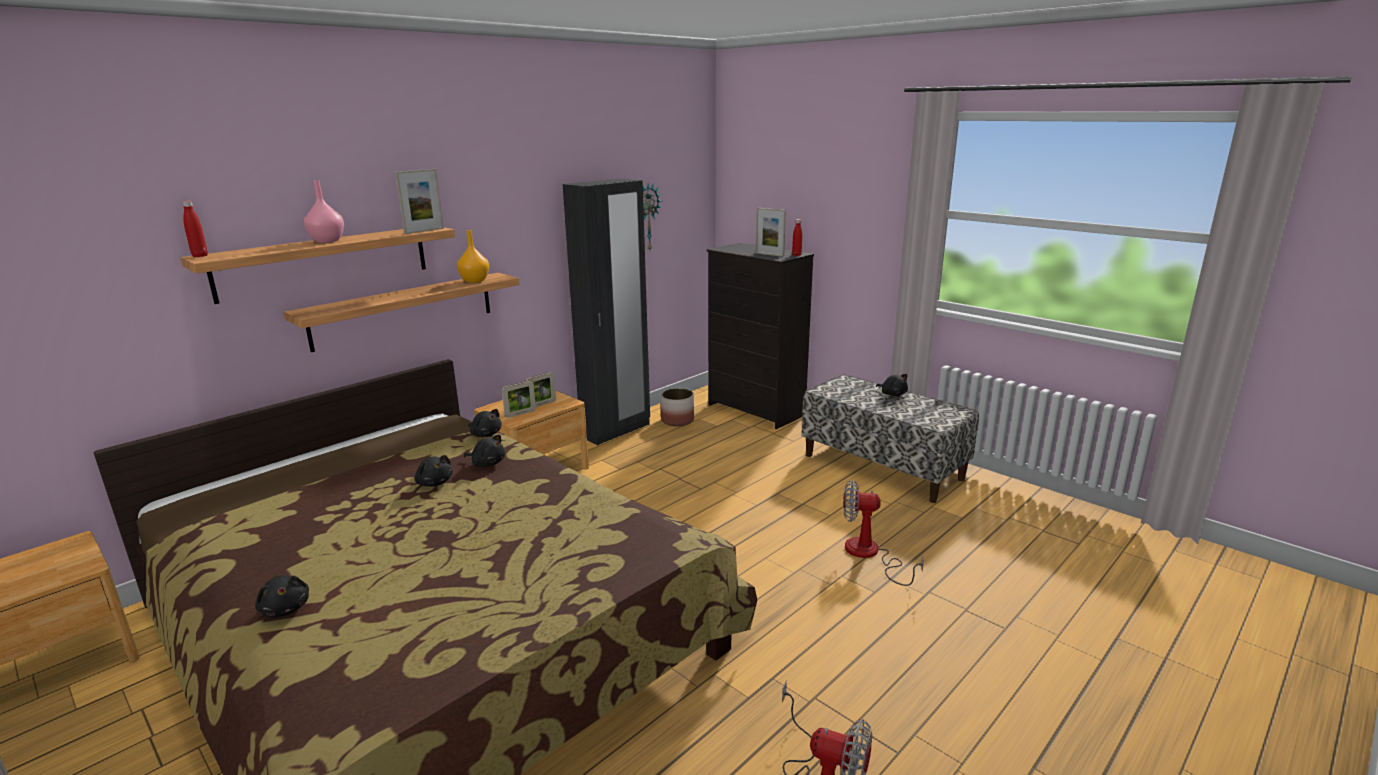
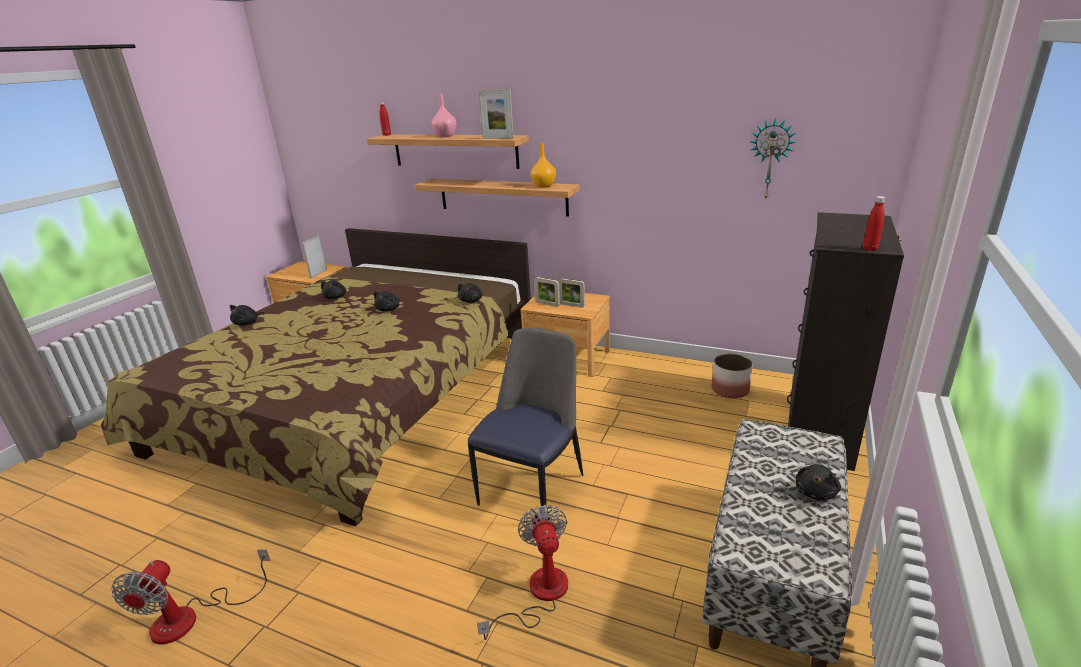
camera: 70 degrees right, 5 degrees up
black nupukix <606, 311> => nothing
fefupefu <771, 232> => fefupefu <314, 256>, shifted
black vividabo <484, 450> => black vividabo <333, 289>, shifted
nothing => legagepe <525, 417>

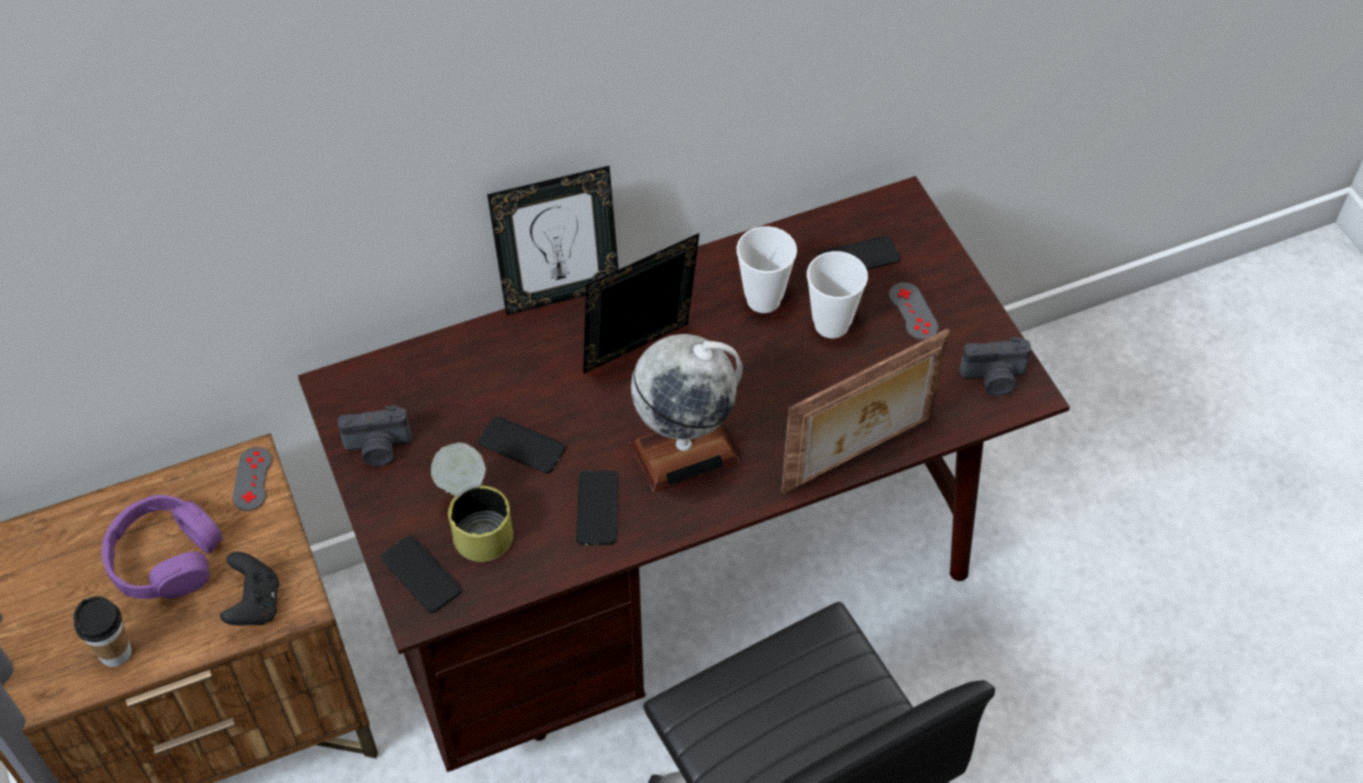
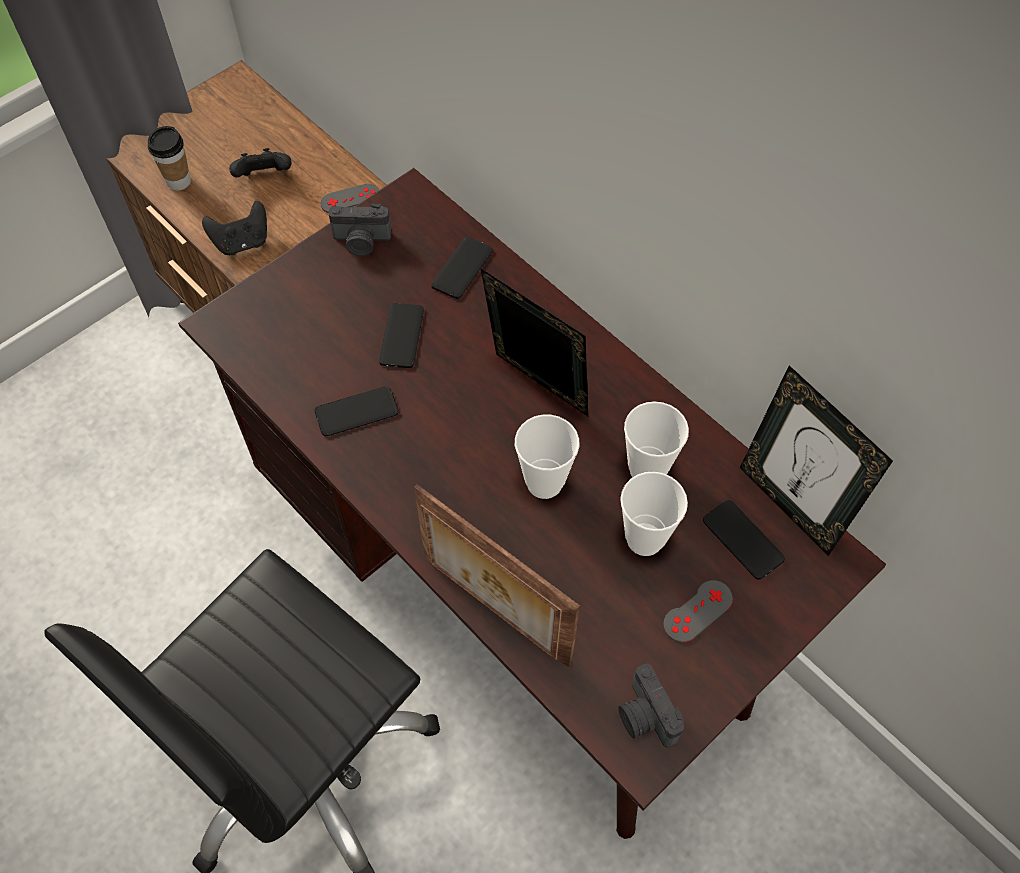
camera: 70 degrees right, 5 degrees up
fefupefu <553, 240> => fefupefu <816, 460>, shifted
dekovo <686, 413> => nothing
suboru <374, 435> => suboru <360, 229>, 60 degrees counterclockwise
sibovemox <472, 502> => nothing
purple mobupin <162, 547> => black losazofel <260, 163>
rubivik <421, 574> => rubivik <462, 268>, shifted
nothing => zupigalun <547, 457>

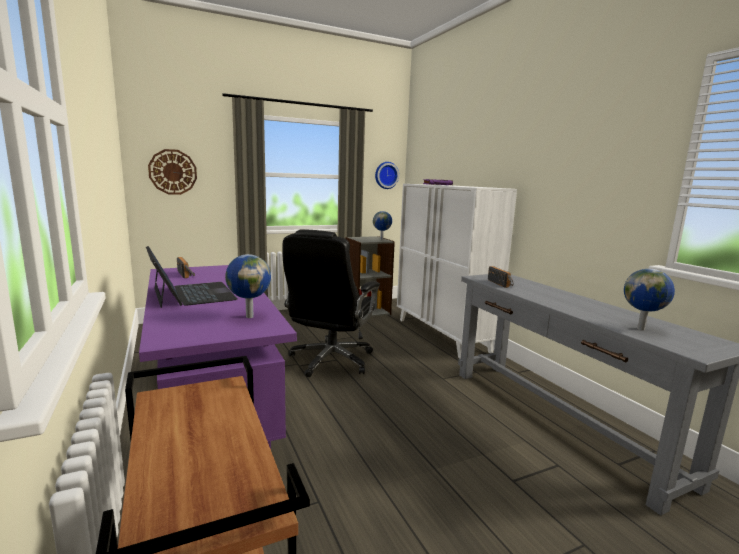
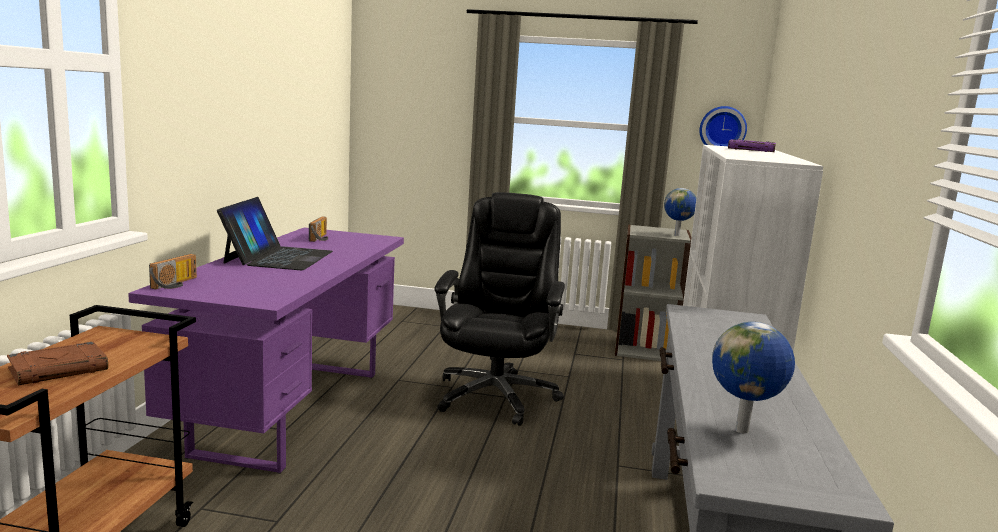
camera: 35 degrees right, 0 degrees up
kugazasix <172, 172> => nothing
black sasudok <331, 303> => black sasudok <499, 309>, 135 degrees clockwise
dekovo <248, 286> => nothing
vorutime <501, 277> => vorutime <173, 271>, shifted
nothing => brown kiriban <57, 363>

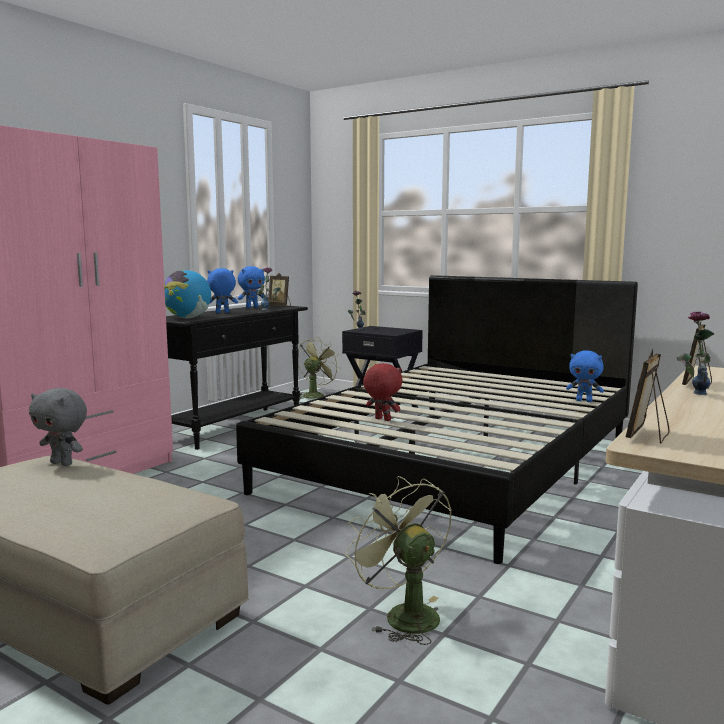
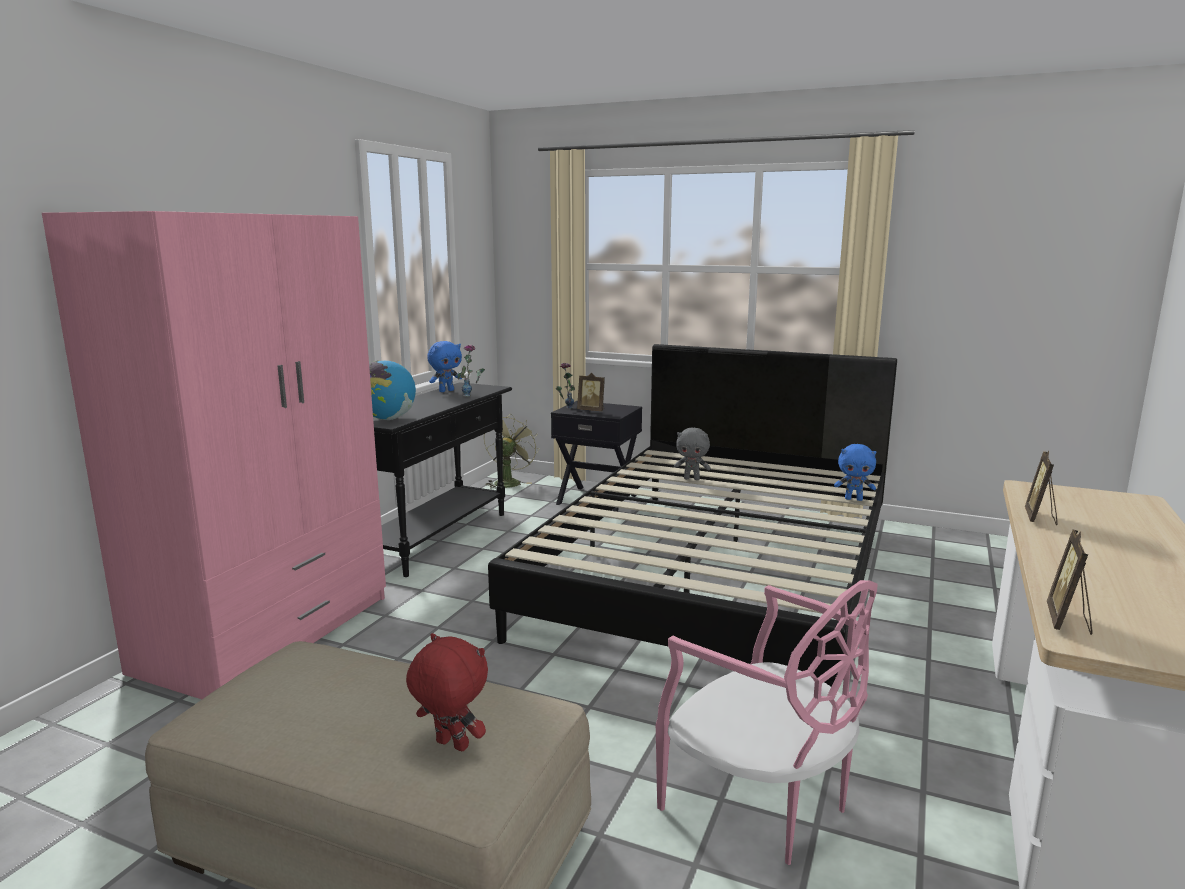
camera: 10 degrees left, 5 degrees up
blue vividabo <222, 290> => nothing
fefupefu <279, 289> => fefupefu <591, 392>, shifted
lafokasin <695, 353> => nothing
red vividabo <382, 392> => red vividabo <447, 692>, shifted
grey vividabo <58, 427> => grey vividabo <692, 454>, shifted
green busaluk <399, 560> => pink legagepe <766, 722>

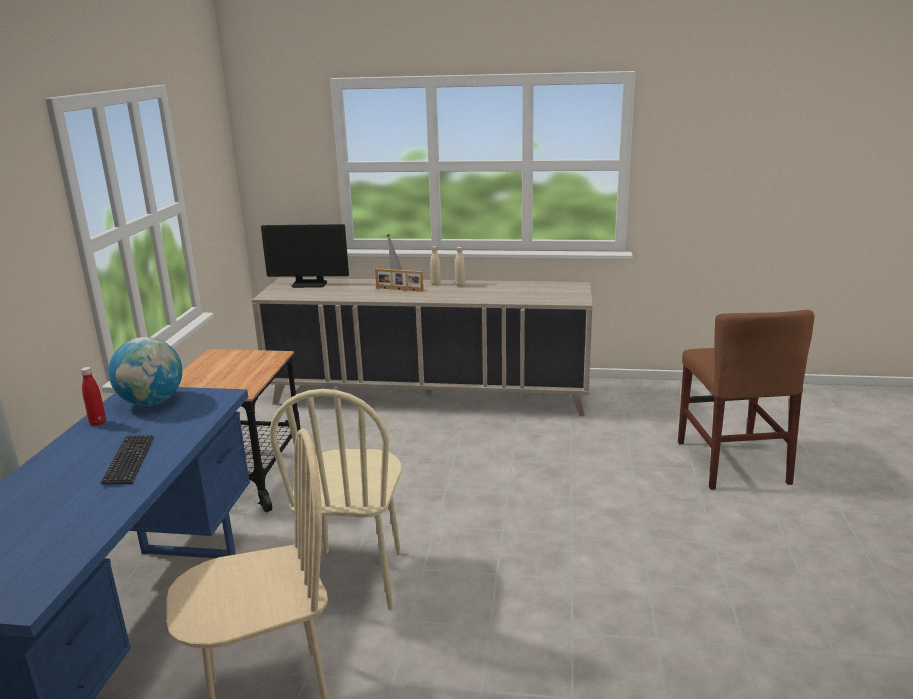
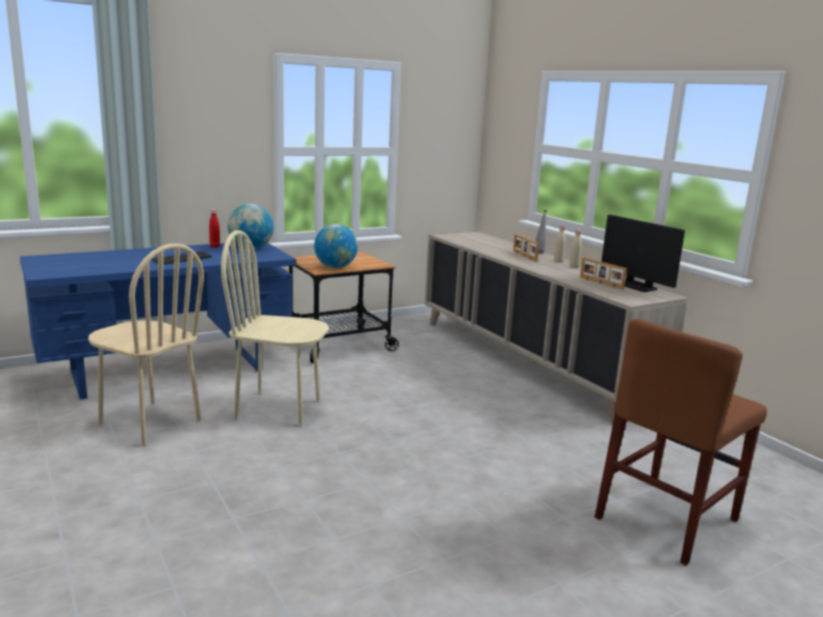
camera: 50 degrees right, 5 degrees down
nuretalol <305, 256> => nuretalol <643, 253>, shifted
beige legagepe <336, 499> => beige legagepe <275, 328>, 45 degrees clockwise
nothing => dekovo <336, 246>
nothing => fefupefu <603, 273>

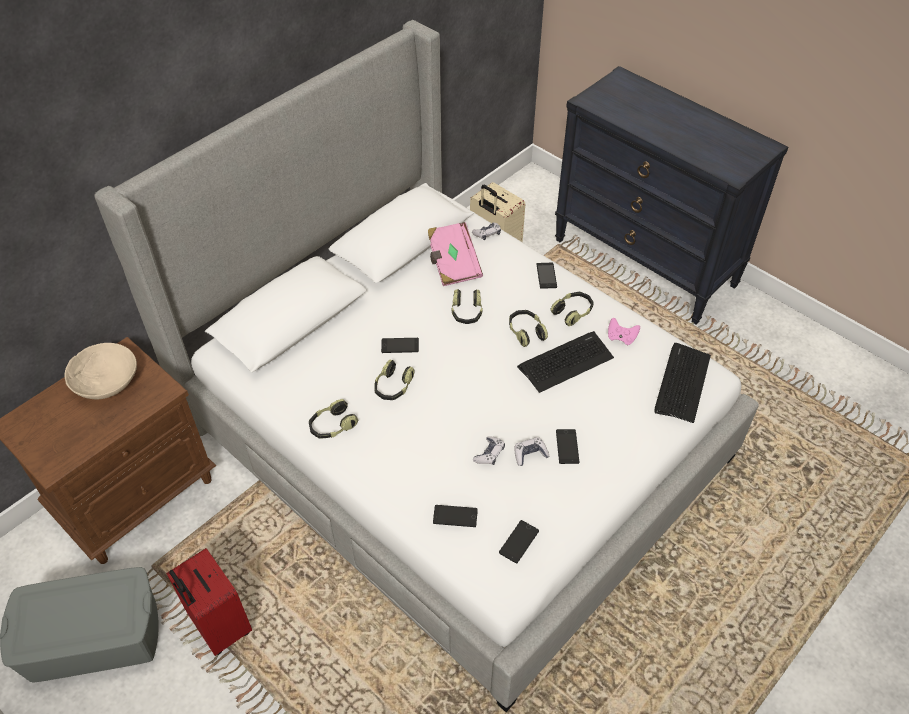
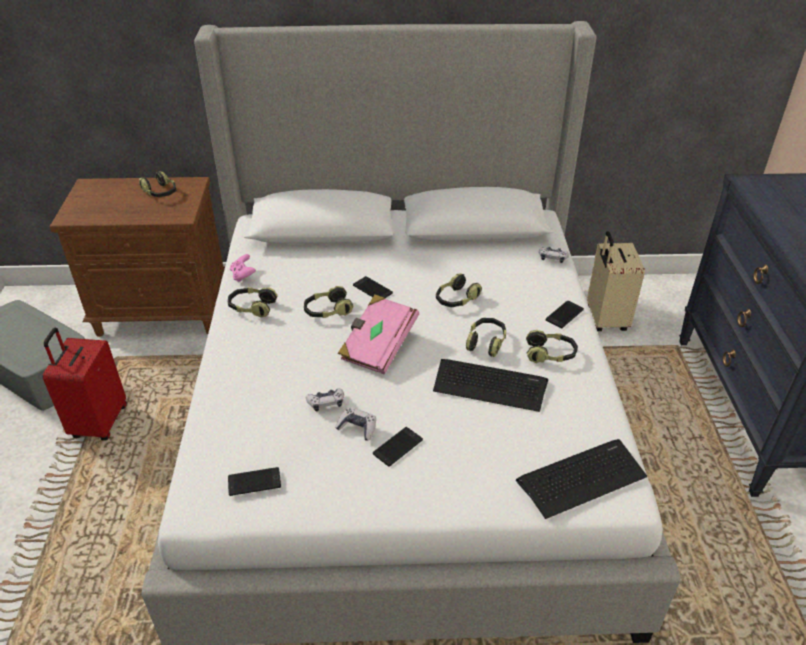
camera: 45 degrees right, 10 degrees down
pink kiriban <455, 254> => pink kiriban <378, 334>, shifted
pink losazofel <624, 331> => pink losazofel <243, 268>, shifted
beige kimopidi <101, 371> => mobupin <157, 184>
rubivik <455, 516> => nothing

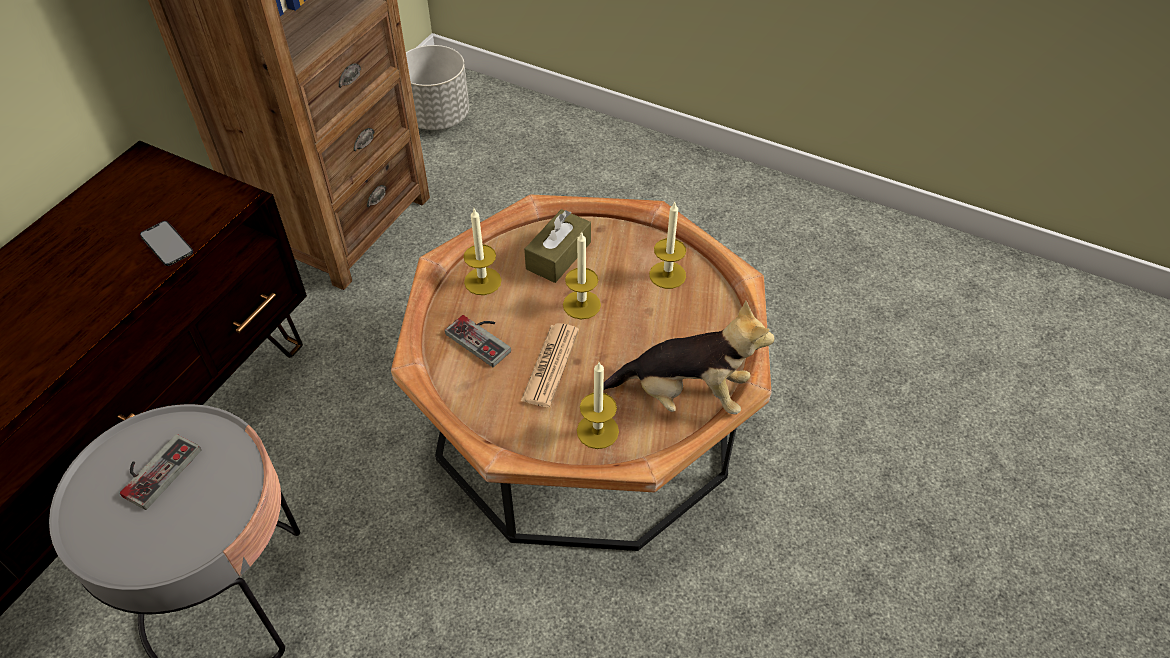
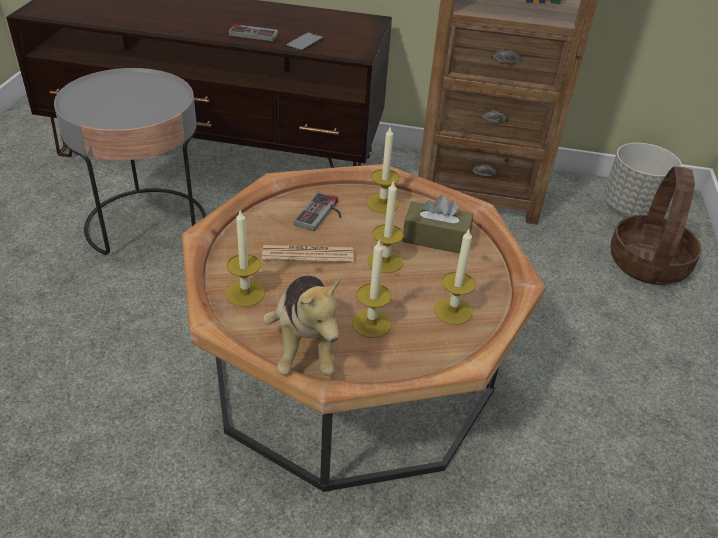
camera: 70 degrees right, 10 degrees down
losazofel <160, 472> => losazofel <253, 32>, shifted
nothing => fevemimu <656, 226>
nothing => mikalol <371, 288>

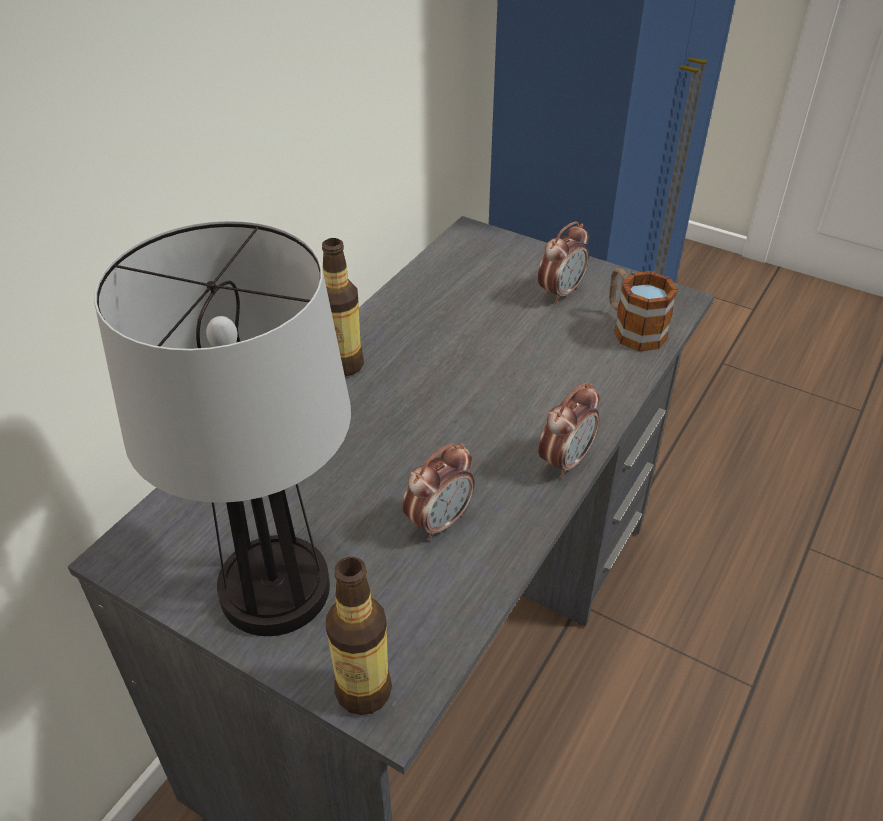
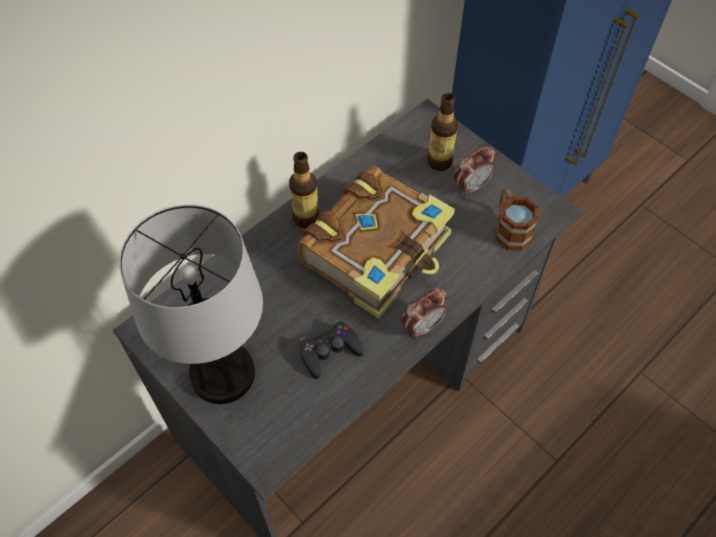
camera: 15 degrees right, 15 degrees up
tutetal <438, 492> => black losazofel <332, 349>
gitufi <359, 636> => gitufi <442, 132>, shifted
nothing => kiriban <376, 242>

